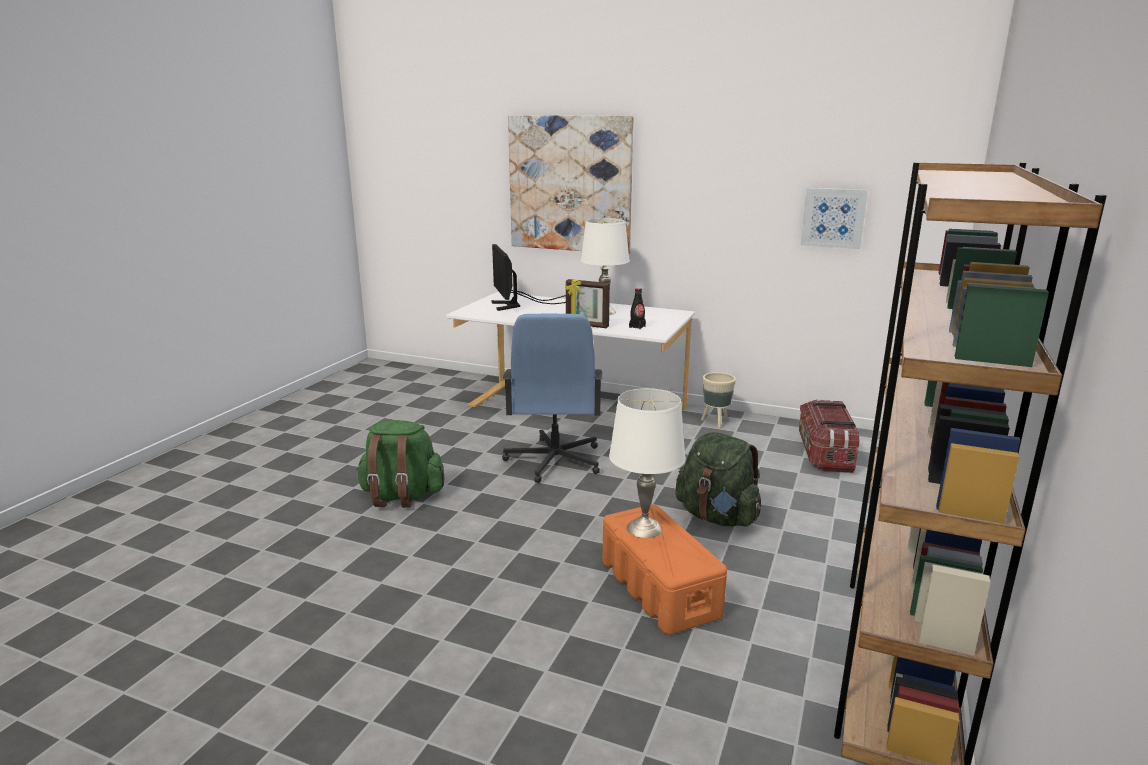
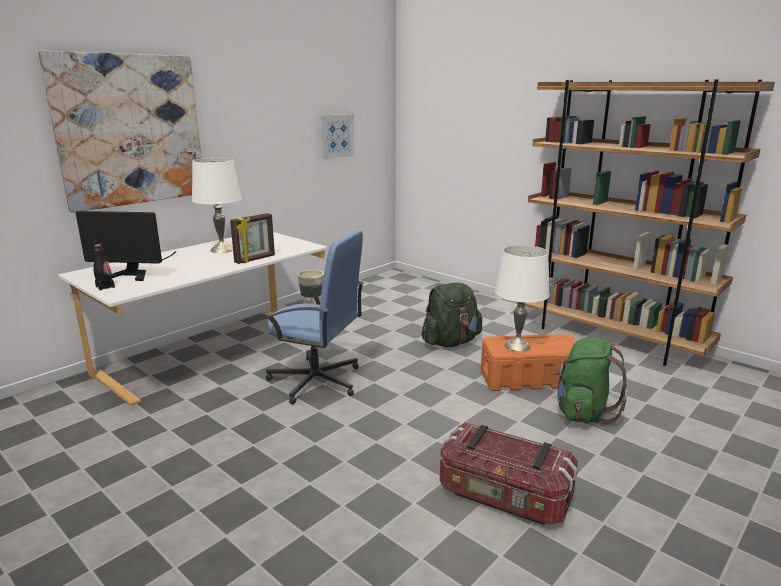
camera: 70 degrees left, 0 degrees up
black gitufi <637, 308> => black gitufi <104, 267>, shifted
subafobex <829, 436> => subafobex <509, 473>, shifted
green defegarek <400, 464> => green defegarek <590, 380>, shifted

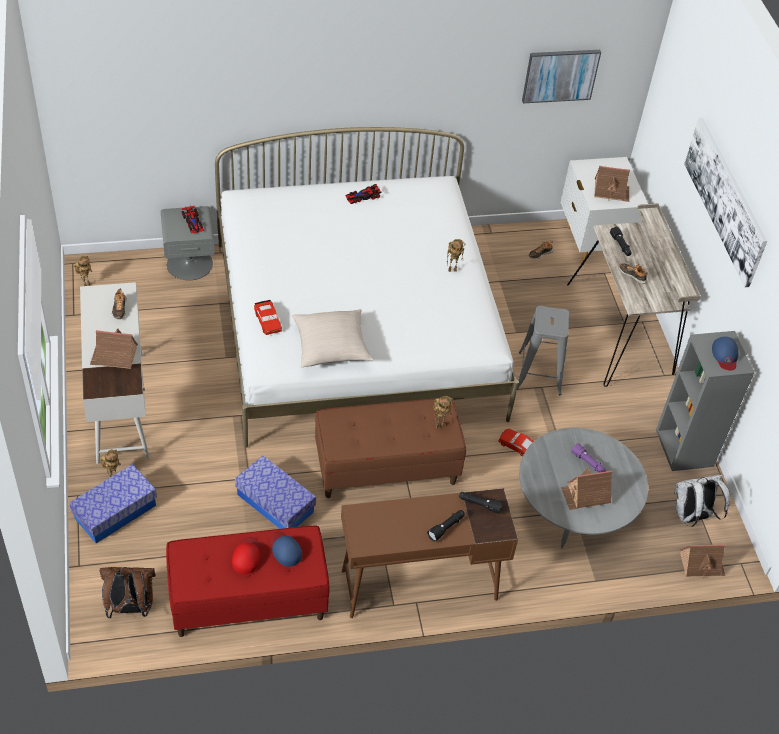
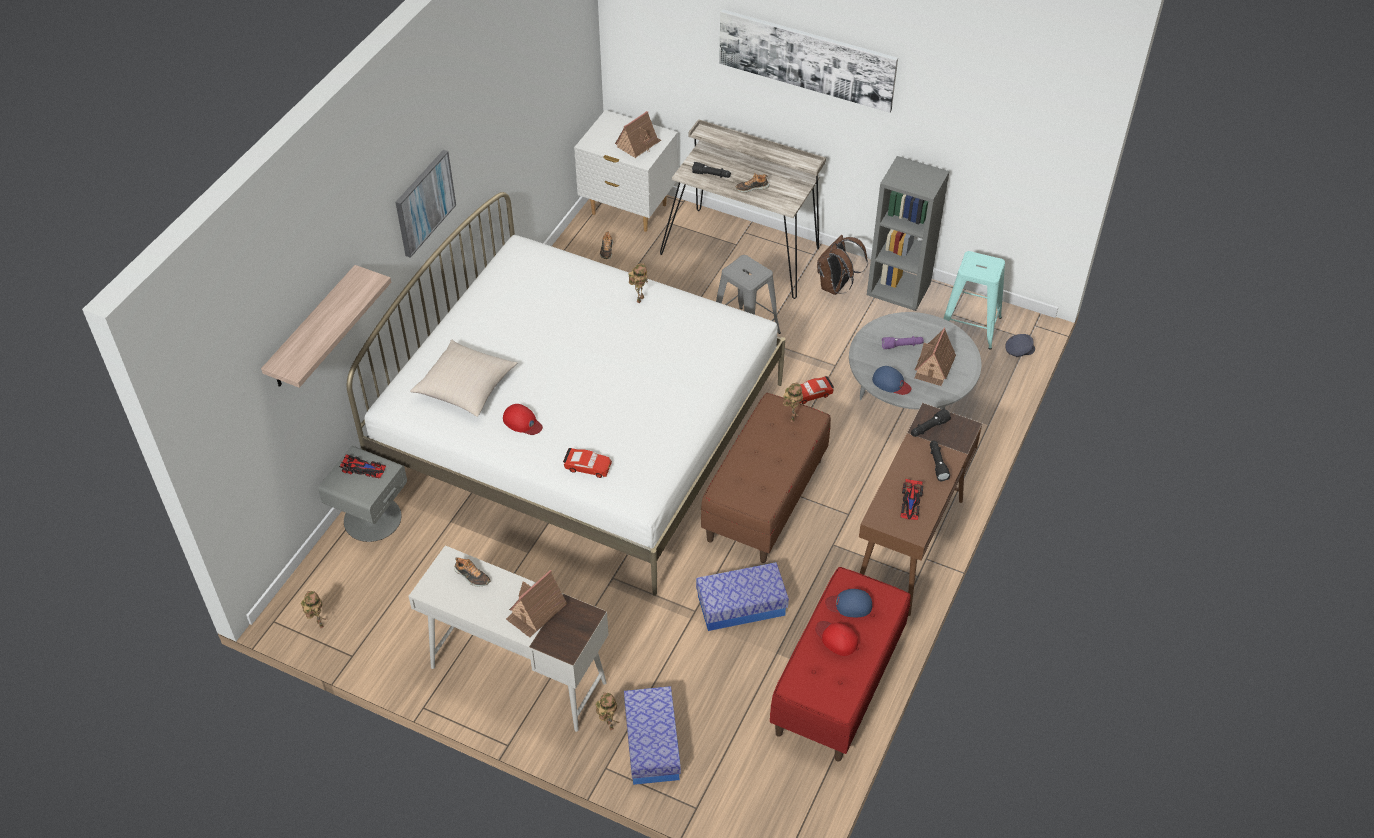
camera: 50 degrees left, 0 degrees up
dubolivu <561, 76> => dubolivu <425, 204>, shifted
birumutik <364, 194> => birumutik <911, 499>, shifted
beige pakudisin <333, 338> => beige pakudisin <463, 378>, shifted
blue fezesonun <725, 354> => blue fezesonun <891, 380>, shifted
white defegarek <702, 500> => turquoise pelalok <974, 300>
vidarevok <703, 561> => grey fezesonun <1020, 345>
brown defegarek <127, 592> => brown defegarek <842, 265>, shifted
nothing => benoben <326, 326>
nothing => red fezesonun <523, 419>

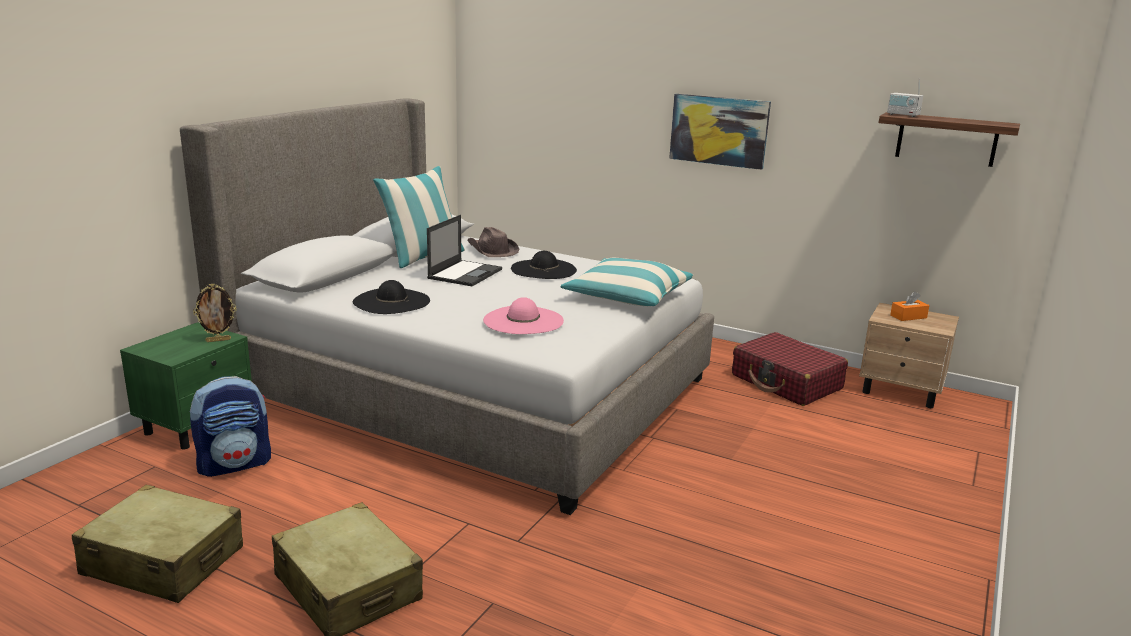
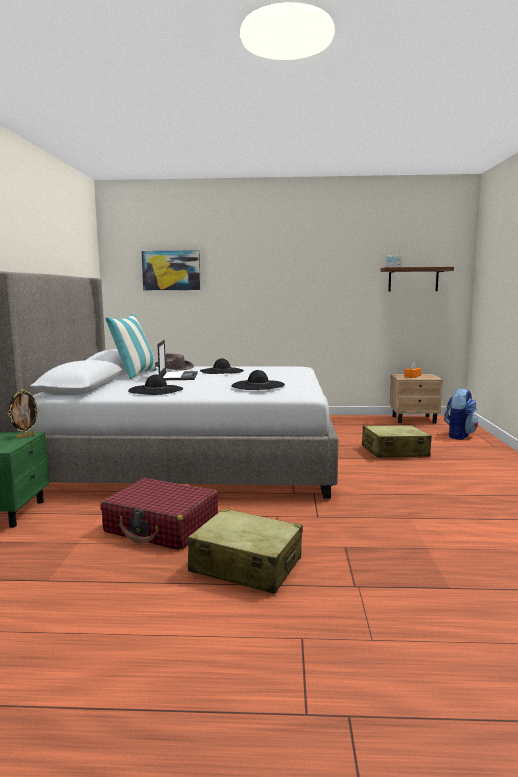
camera: 25 degrees left, 10 degrees down
dubolivu <720, 132> => dubolivu <171, 270>, shifted
pakudisin <627, 282> => nothing
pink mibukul <523, 315> => black mibukul <258, 380>
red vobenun <790, 369> => red vobenun <159, 514>, shifted
defegarek <230, 426> => defegarek <461, 414>, shifted
beige vobenun <157, 543> => beige vobenun <397, 441>, shifted

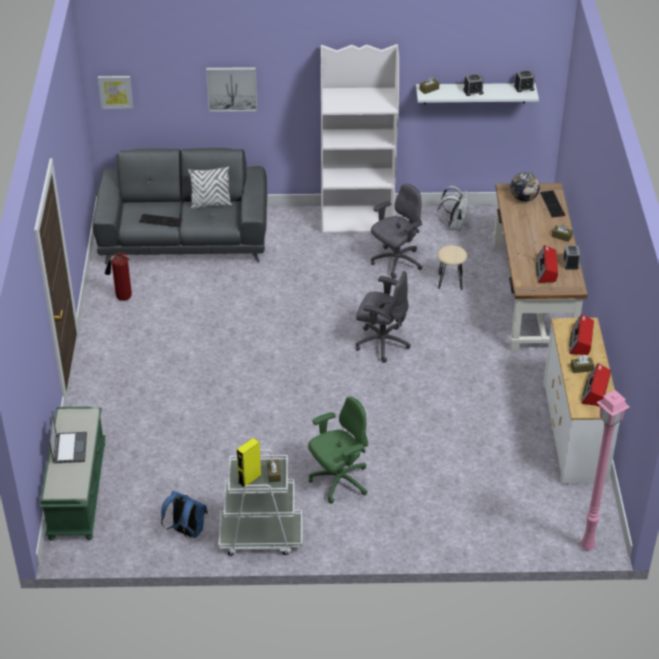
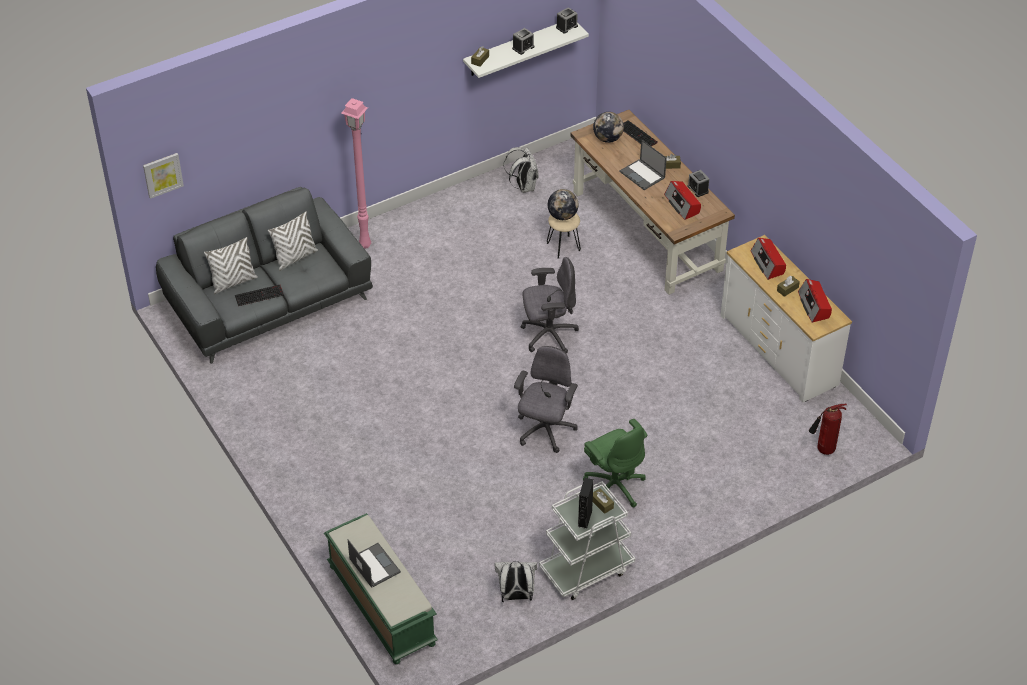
camera: 30 degrees left, 5 degrees up
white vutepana <360, 138> => nothing
dubolivu <231, 89> => nothing
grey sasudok <396, 231> => grey sasudok <546, 399>, shifted
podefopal <118, 277> => podefopal <828, 429>, shifted
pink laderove <605, 470> => pink laderove <356, 173>, shifted
green sasudok <338, 450> => green sasudok <615, 463>, 120 degrees clockwise
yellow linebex <249, 462> => black linebex <586, 503>
blue defegarek <184, 514> => white defegarek <515, 581>
nothing => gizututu <643, 164>
nothing => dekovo <563, 204>
nothing => white pakudisin <231, 265>

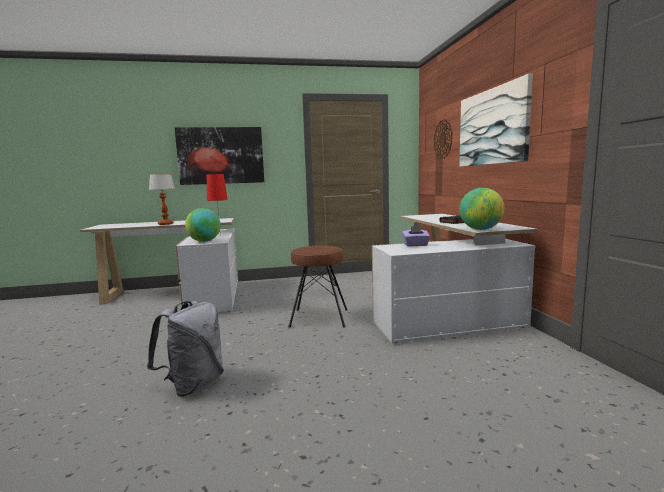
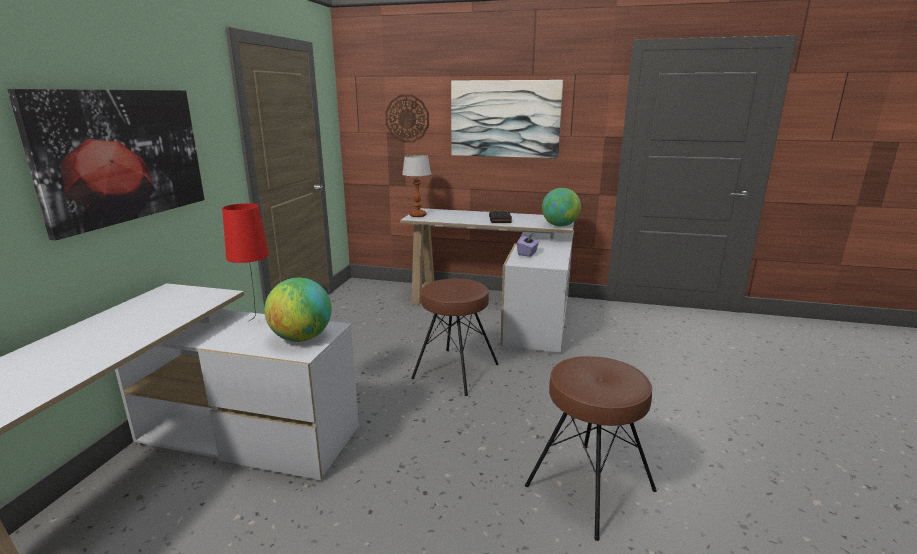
camera: 65 degrees left, 10 degrees up
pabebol <162, 199> => pabebol <416, 186>, shifted
grey defegarek <185, 349> => brown pelalok <591, 448>

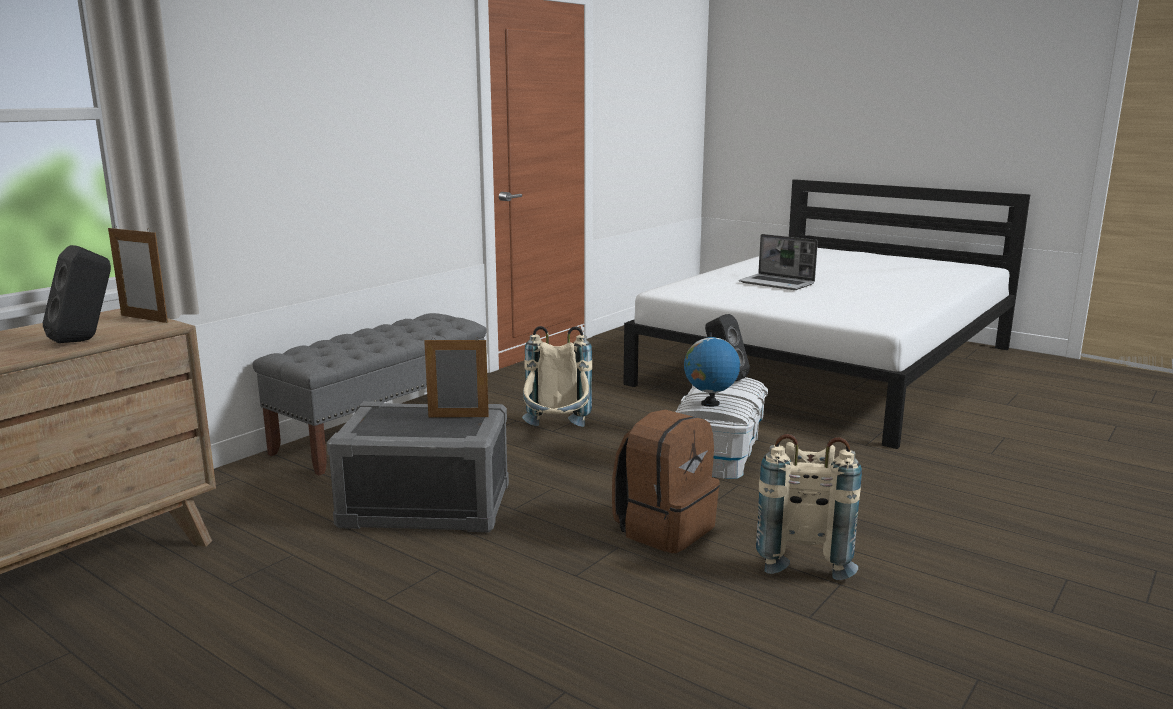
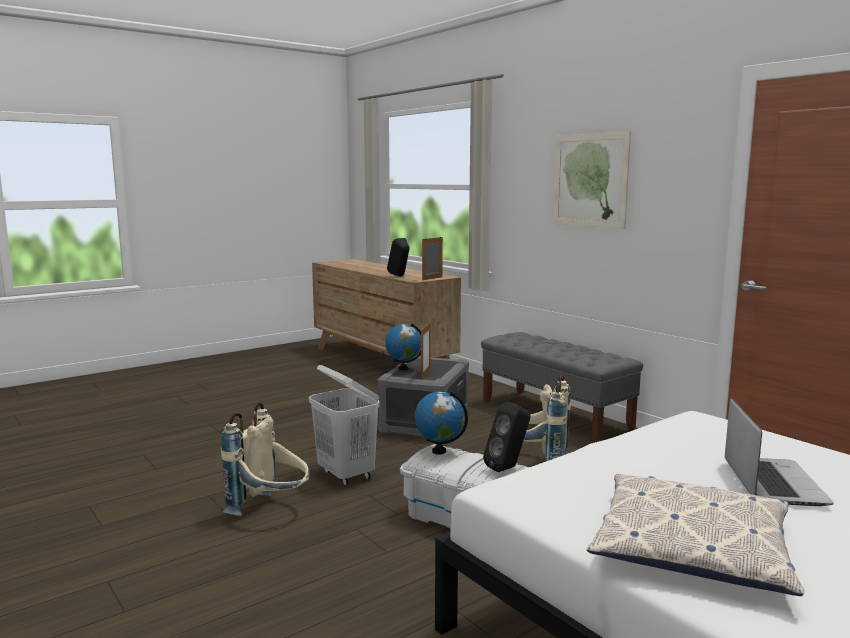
camera: 105 degrees right, 5 degrees down
gizututu <778, 262> => gizututu <779, 452>, 135 degrees clockwise
brown defegarek <666, 481> => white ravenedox <344, 425>
nothing => dubolivu <592, 180>
nothing => dekovo <403, 346>
nothing => pakudisin <695, 535>

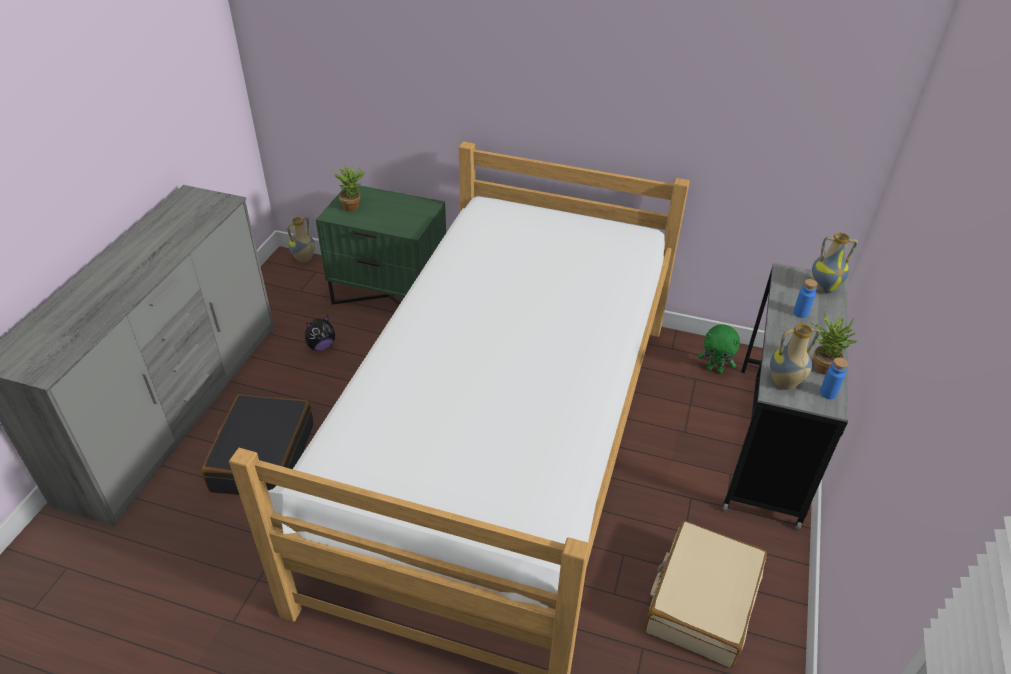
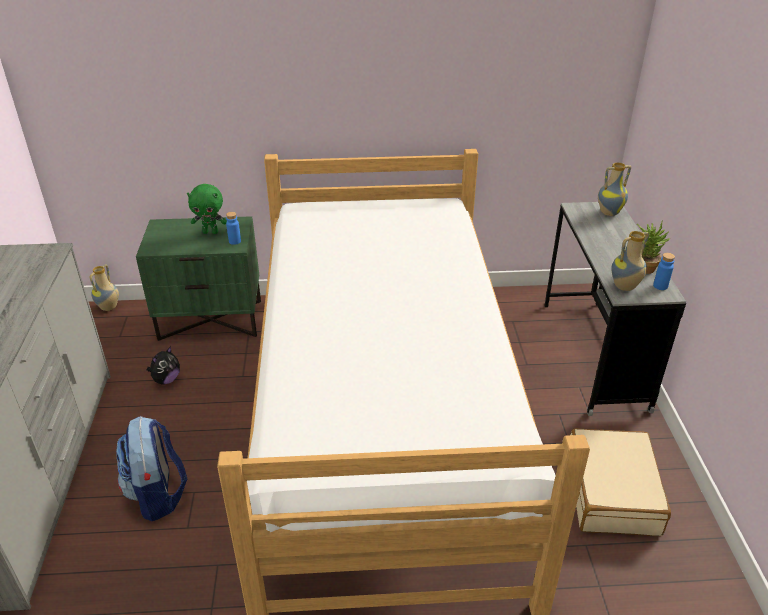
camera: 20 degrees left, 5 degrees down
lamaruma <348, 188> => nothing
blue gitufi <805, 298> => blue gitufi <233, 228>, shifted
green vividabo <719, 349> => green vividabo <207, 209>, shifted
black vobenun <258, 445> => defegarek <151, 468>

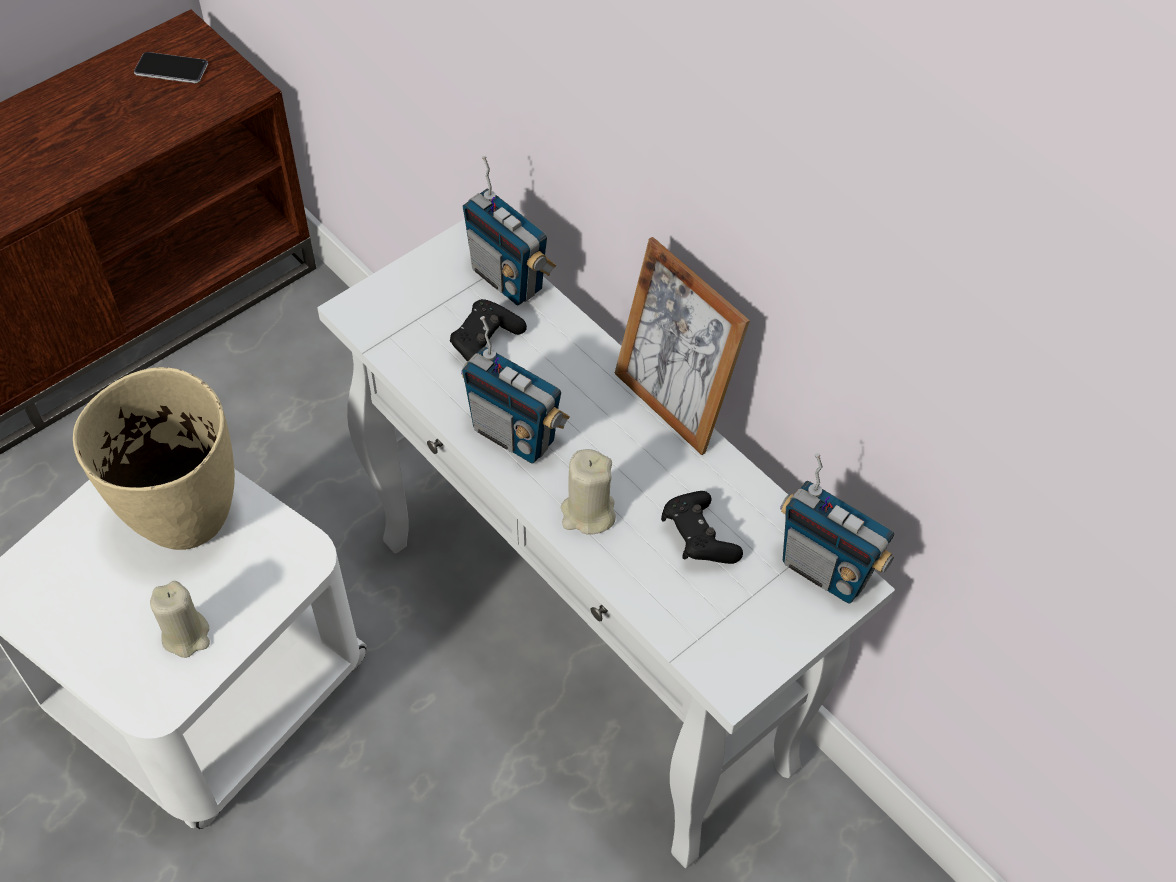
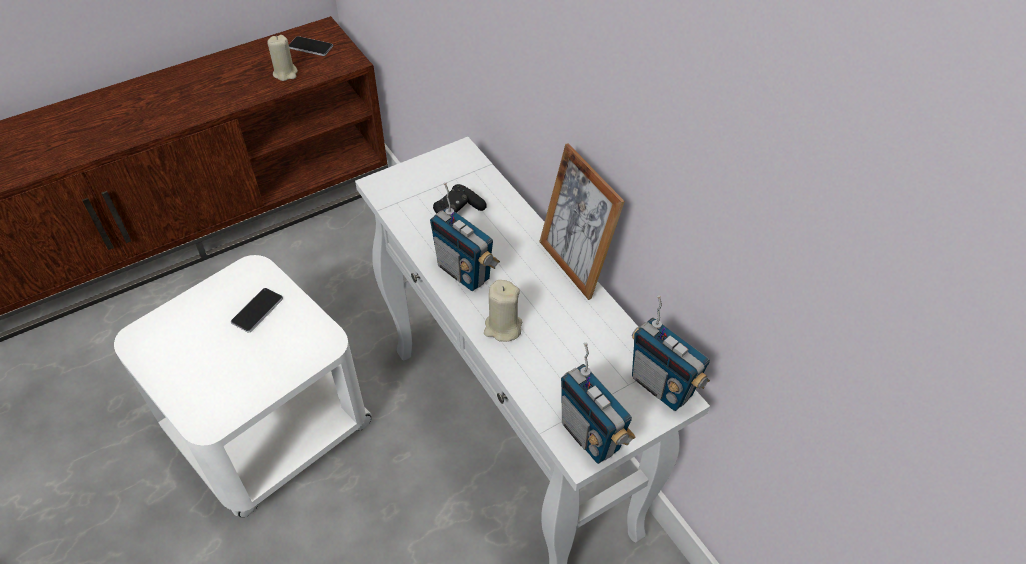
camera: 10 degrees right, 5 degrees down
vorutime <510, 230> => vorutime <598, 403>, shifted
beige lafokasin <154, 458> => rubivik <257, 310>
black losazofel <702, 527> => nothing
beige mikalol <180, 619> => beige mikalol <282, 58>, shifted

